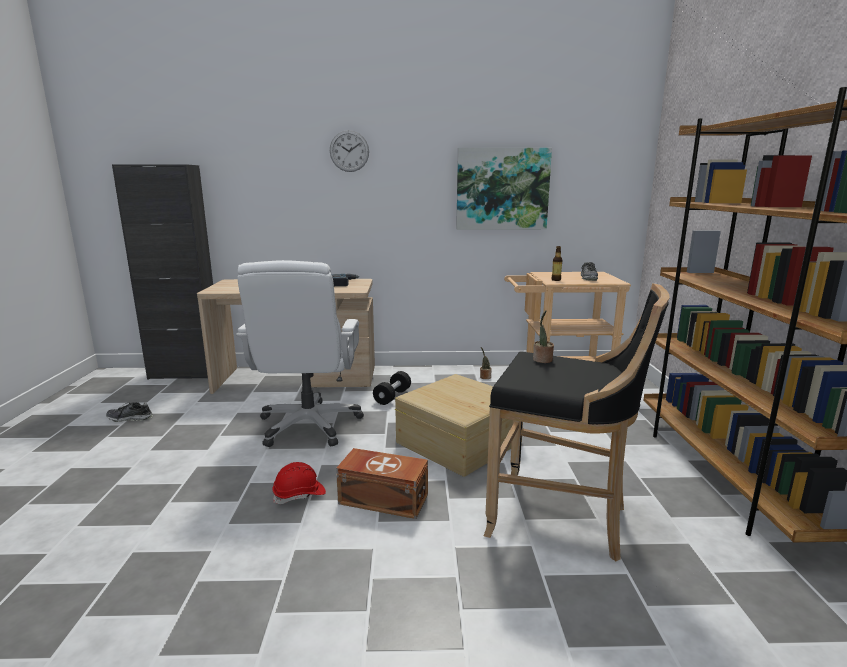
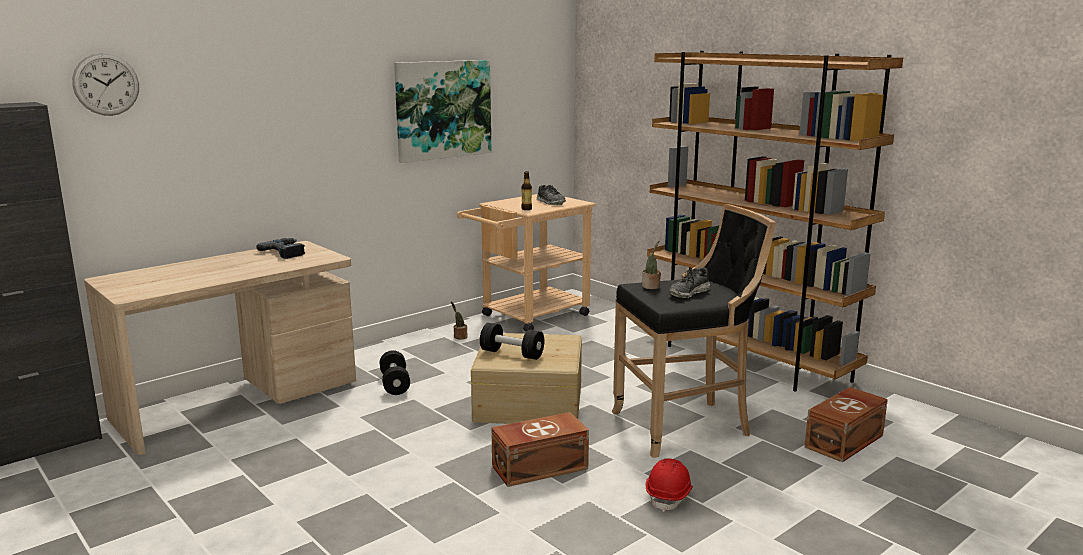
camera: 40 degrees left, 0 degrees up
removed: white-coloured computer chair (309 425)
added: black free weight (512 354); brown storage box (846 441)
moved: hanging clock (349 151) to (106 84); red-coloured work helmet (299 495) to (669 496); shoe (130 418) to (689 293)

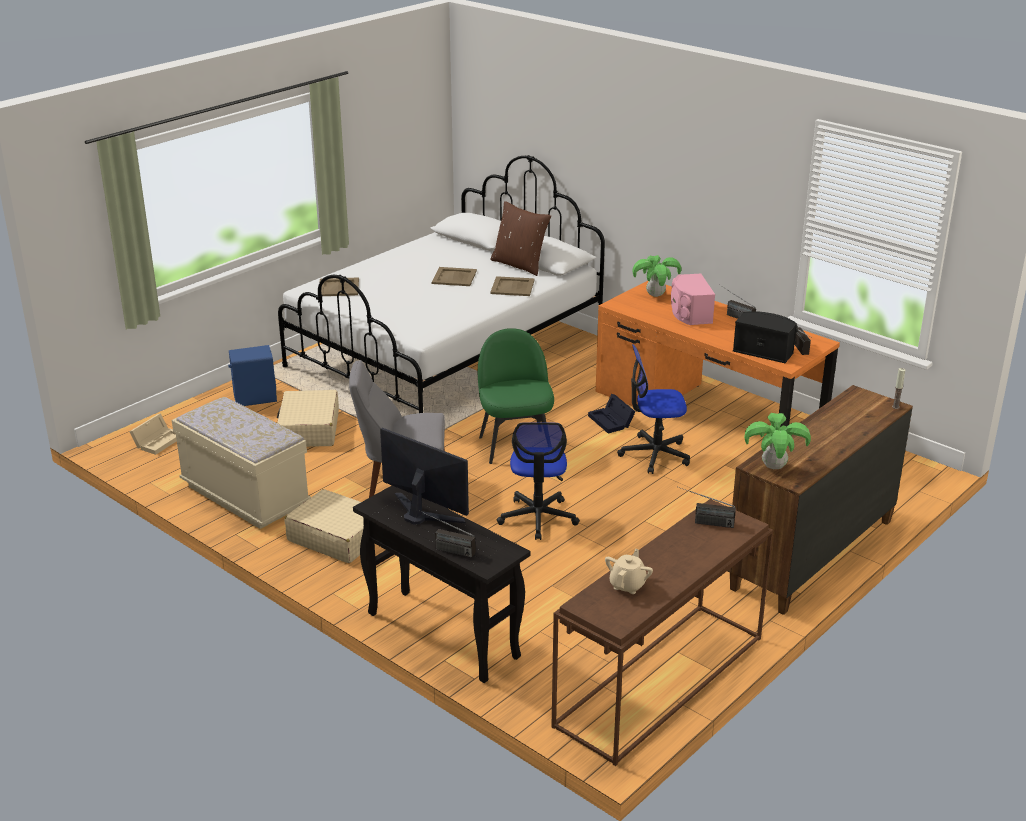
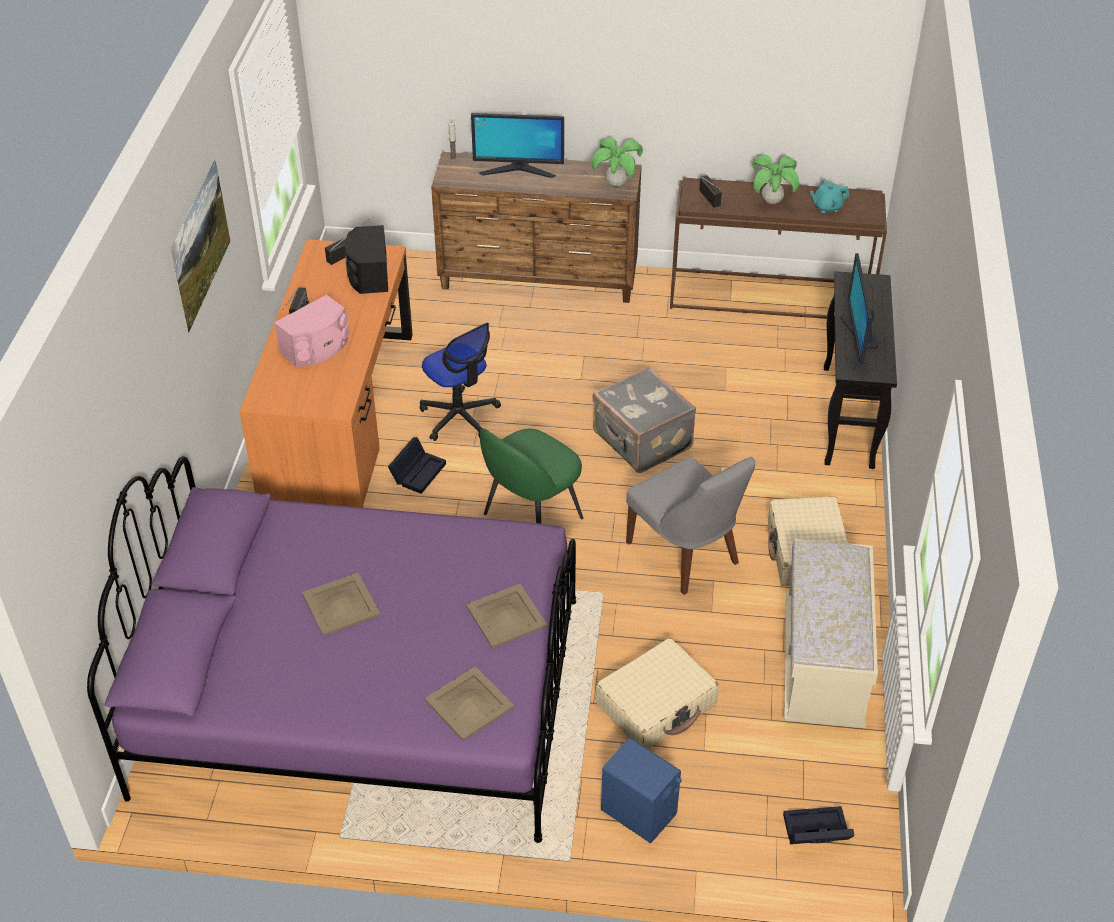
camera: 125 degrees left, 15 degrees up
removed: radio (445 549); brown cushion (520 265)
added: picture (206 265); monitor (518 170)
moved: beige carrying tray (513 286) to (505 616); potted plant (655 295) to (771 201)
replaced: computer chair (538 518) to grey piece of luggage (641 441)
recoloured: white-coloured bed (446 353) to purplish bed (362 695); beige storage box (158 441) to black storage box (814 832); beige teapot (627 585) to turquoise teapot (827 207)

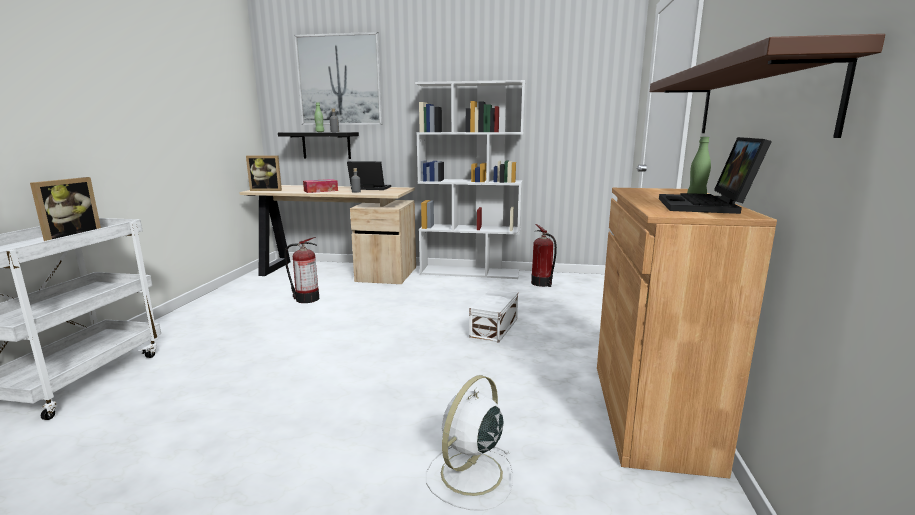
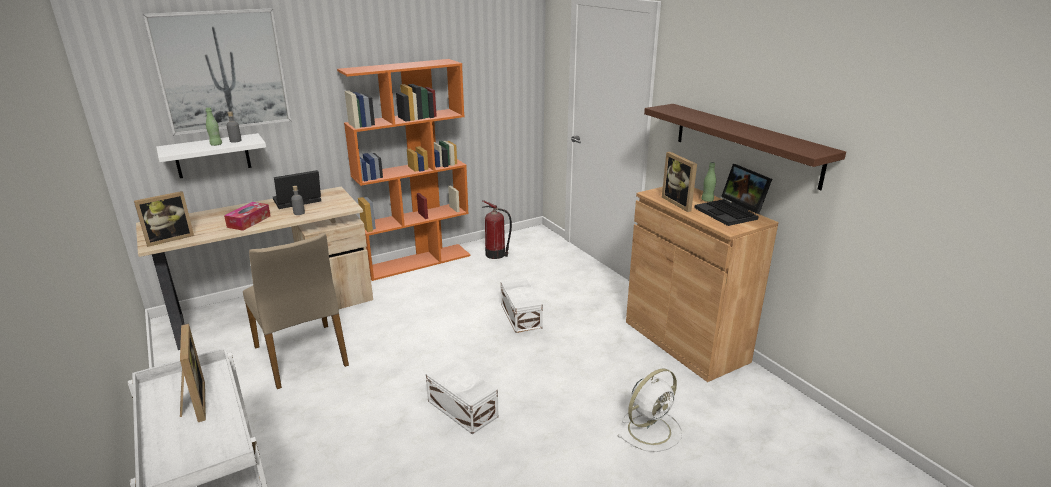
camera: 40 degrees left, 10 degrees up
added: white-coloured storage box (462 410); photo frame (680 203)
replaced: fire extinguisher (306 299) to beige chair (302 356)
recoloured: black shelf (326 145) to white-coloured shelf (212 156); white-coloured bookcase (470 272) to orange-coloured bookcase (417 261)
turned: white-coloured cooling fan (470 475) = (650 429) 120 degrees counterclockwise

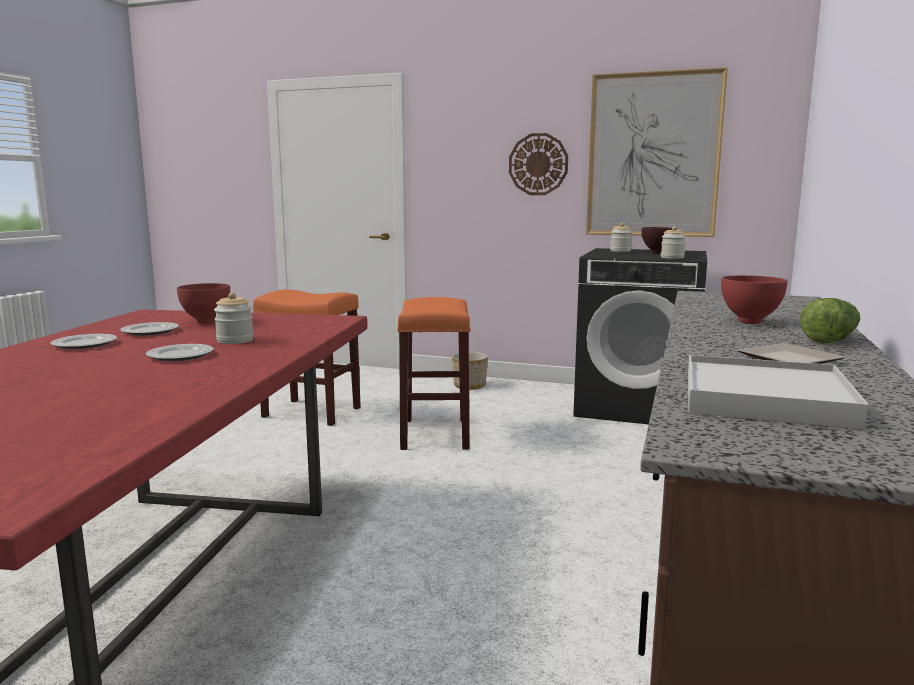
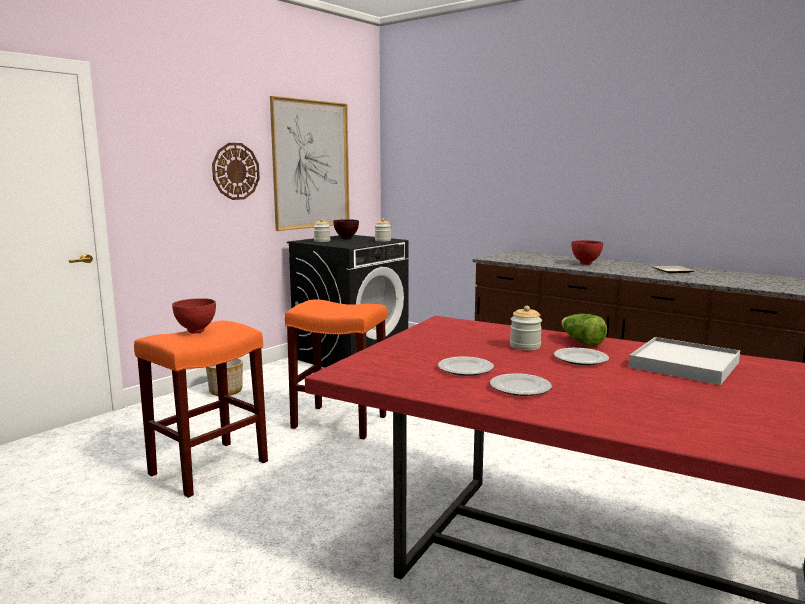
camera: 70 degrees left, 0 degrees up
moved: red-coloured serving bowl (207 322) to (196 331); lettuce (829 339) to (581 342); white-coloured carrying tray (764 398) to (684 365)

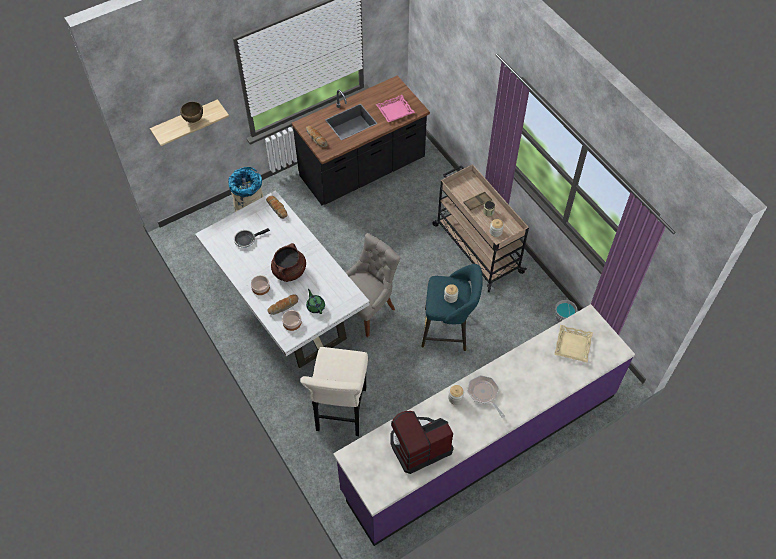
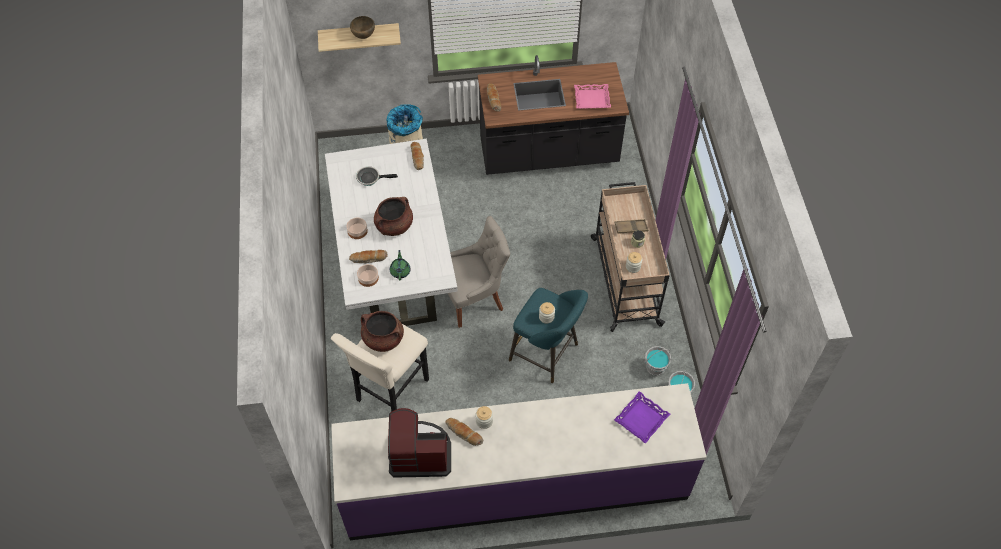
camera: 25 degrees right, 0 degrees up
removed: pan (484 394)
added: brown stockpot (383 339); baked bread (463 434); grey pail (655 367)
recoloured: beige carrying tray (572 345) to purplish carrying tray (641 419)

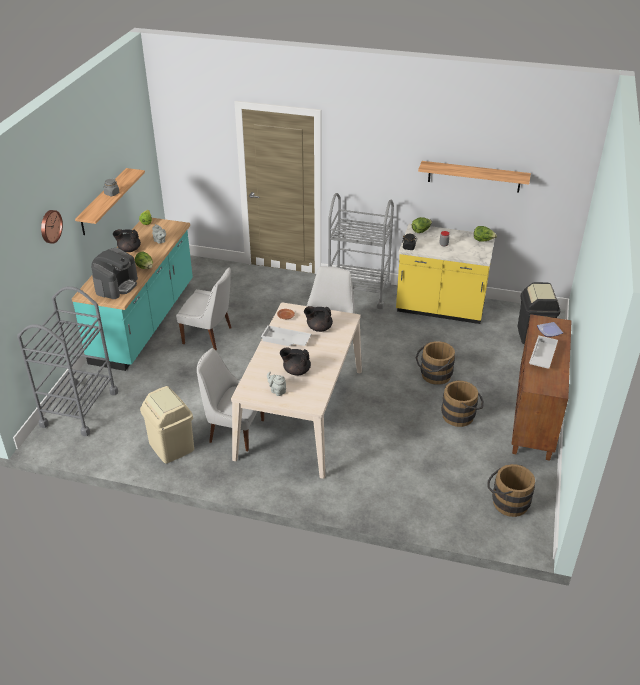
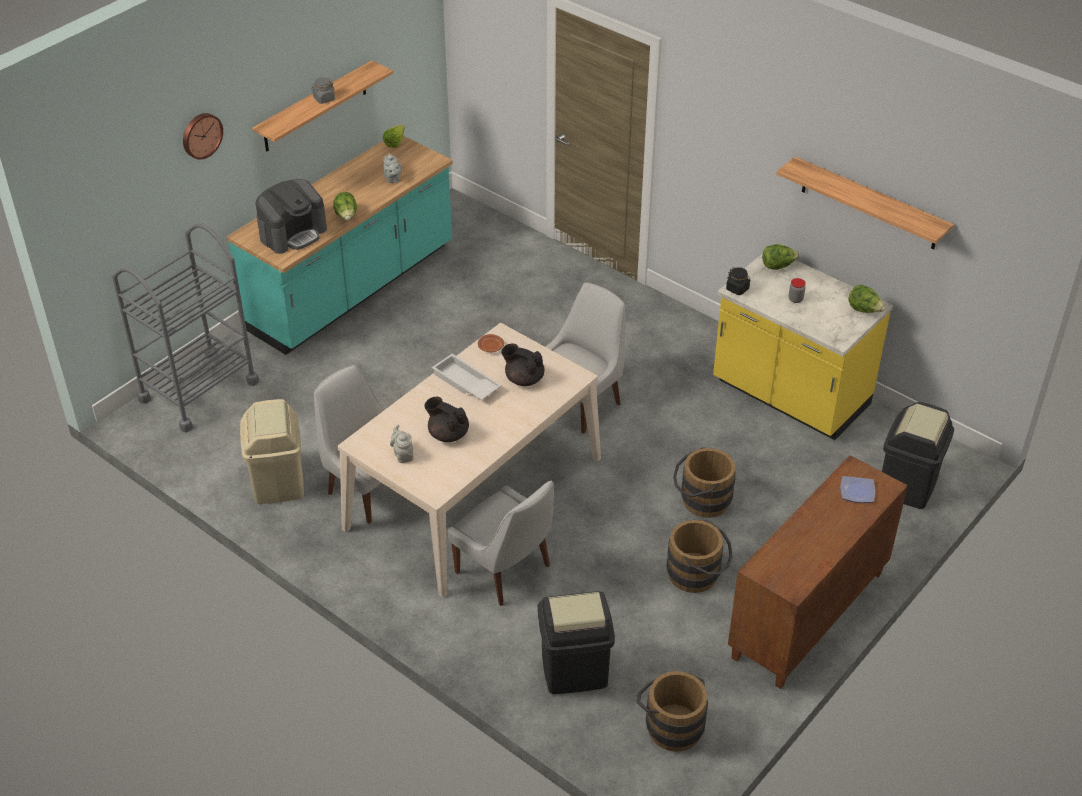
camera: 25 degrees right, 5 degrees up
removed: black teapot (129 249); grey cart (358 293); white-coloured carrying tray (542 355)
added: black rubbish bin (574 670)
moved: white-coloured chair (209 336) to (505 571)

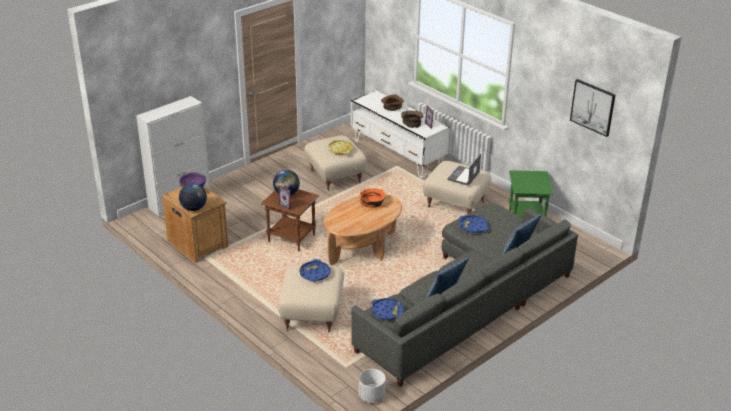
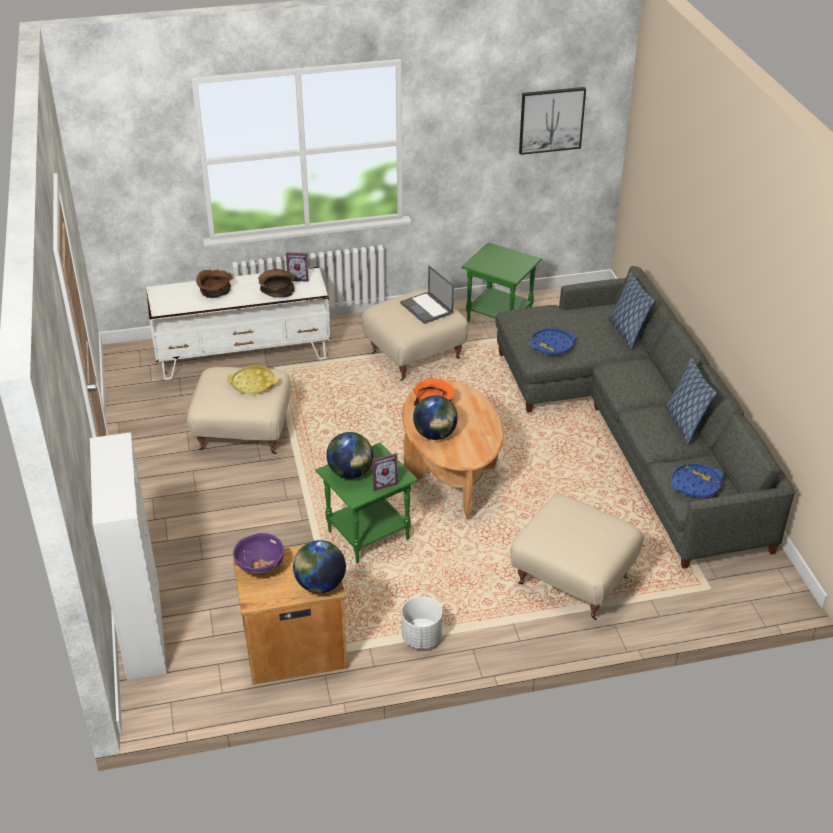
camera: 60 degrees left, 5 degrees up
removed: blue carrying tray (315 273)
added: globe (435 435)
moved: white-coloured planter (371 396) to (422 638)
recoloured: brown accent table (292 238) to greenish accent table (369 535)

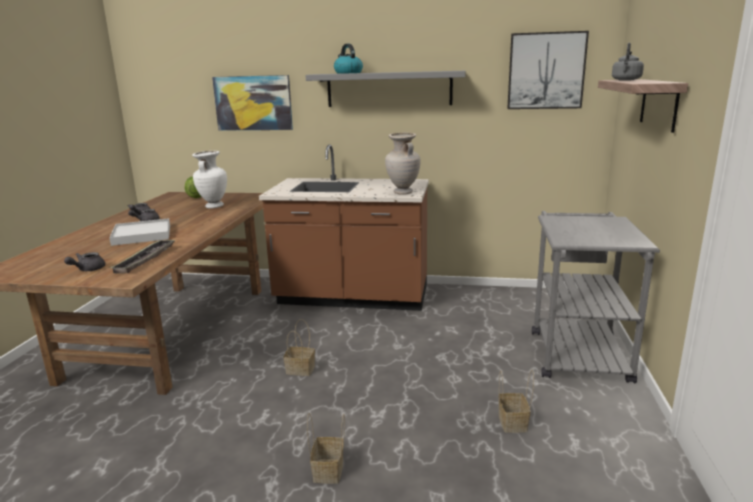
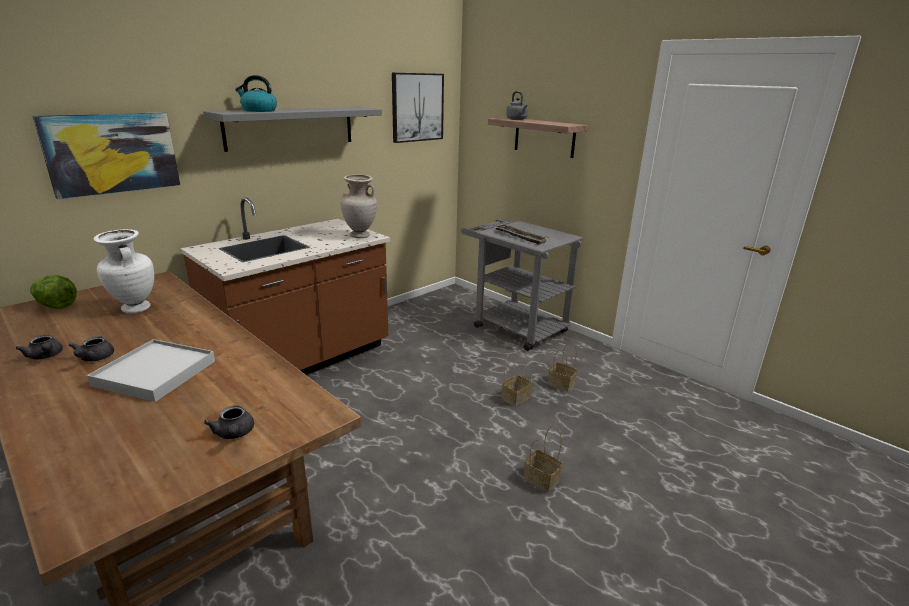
camera: 55 degrees left, 5 degrees up
moved: carrying tray (145 259) to (520 237); storage basket (301 369) to (516 398)

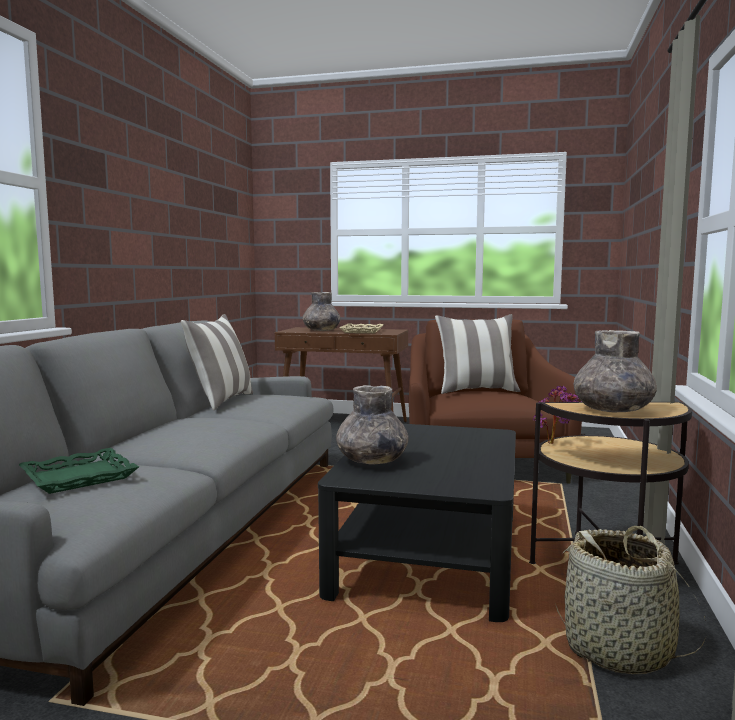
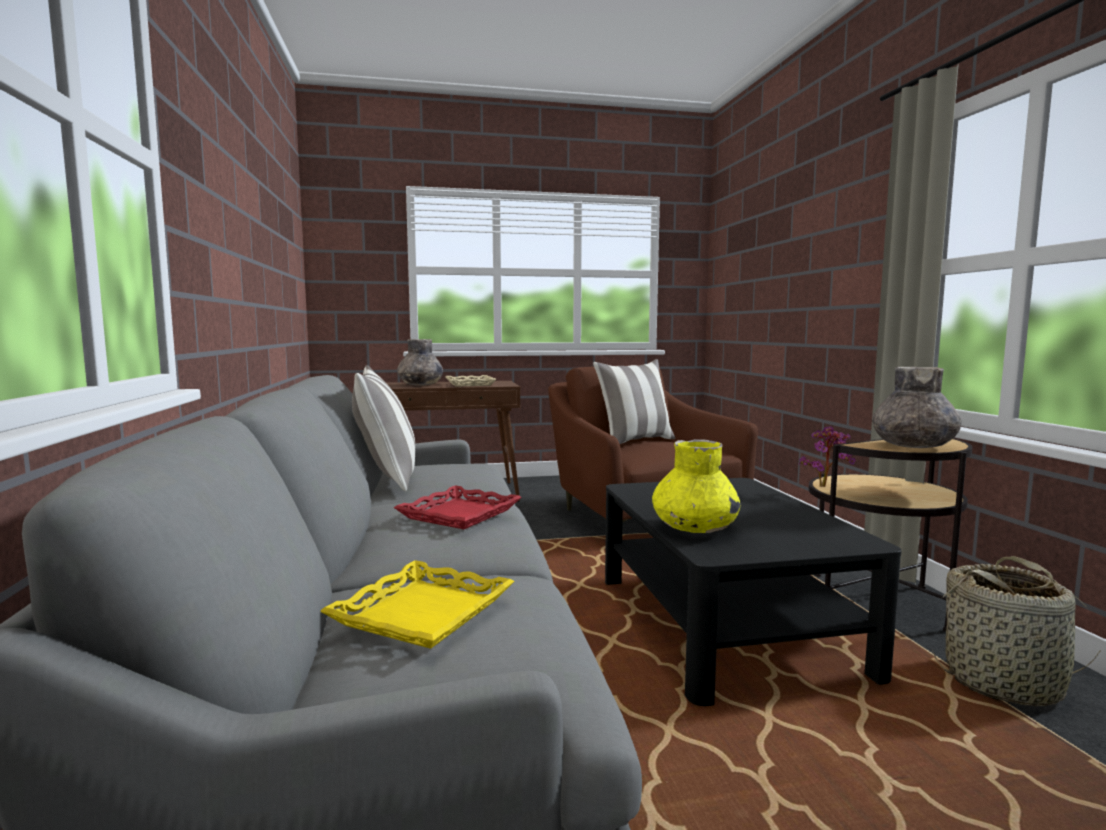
camera: 25 degrees left, 0 degrees up
added: red-coloured carrying tray (460 514)
recoloured: greenish carrying tray (79 477) to yellowish carrying tray (423 613); grey vase (371 461) to yellowish vase (694 528)

